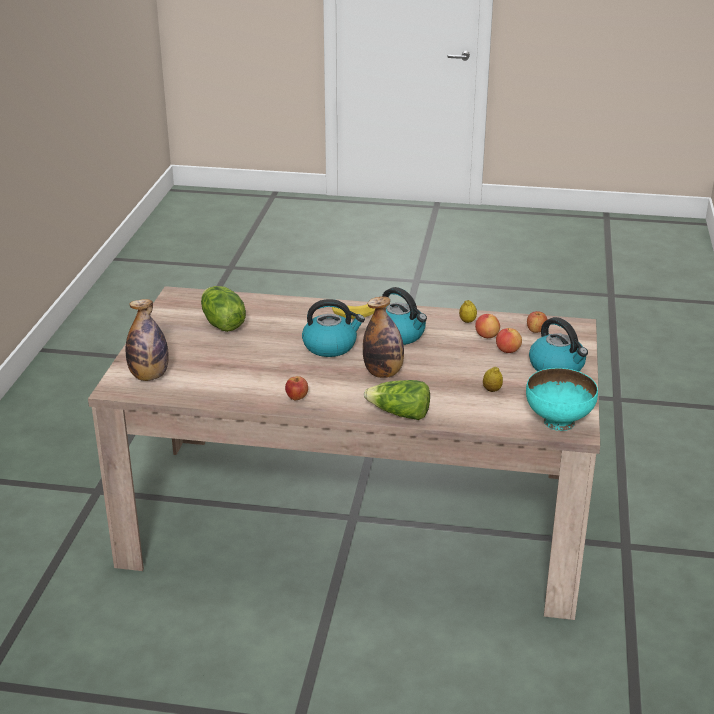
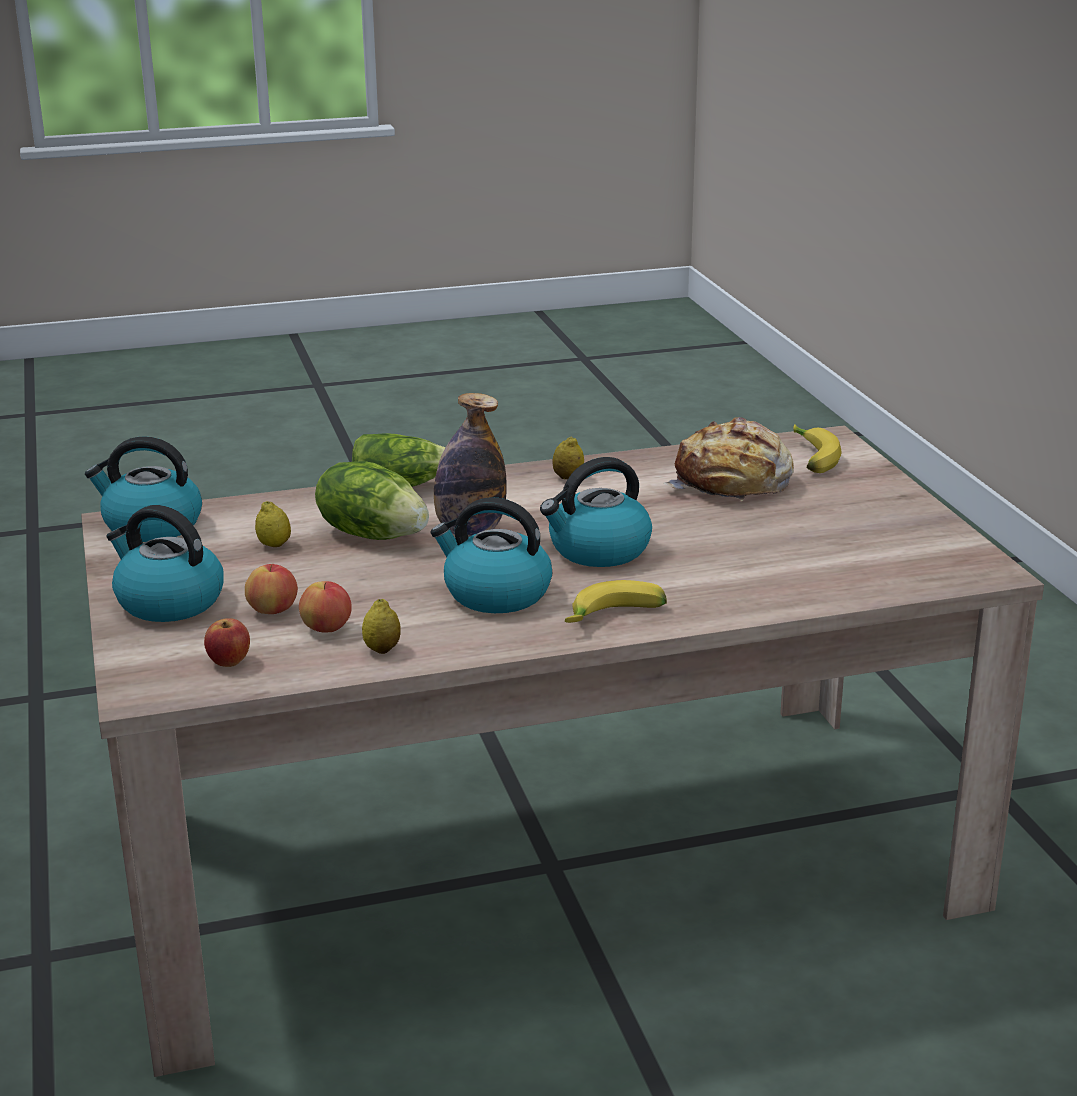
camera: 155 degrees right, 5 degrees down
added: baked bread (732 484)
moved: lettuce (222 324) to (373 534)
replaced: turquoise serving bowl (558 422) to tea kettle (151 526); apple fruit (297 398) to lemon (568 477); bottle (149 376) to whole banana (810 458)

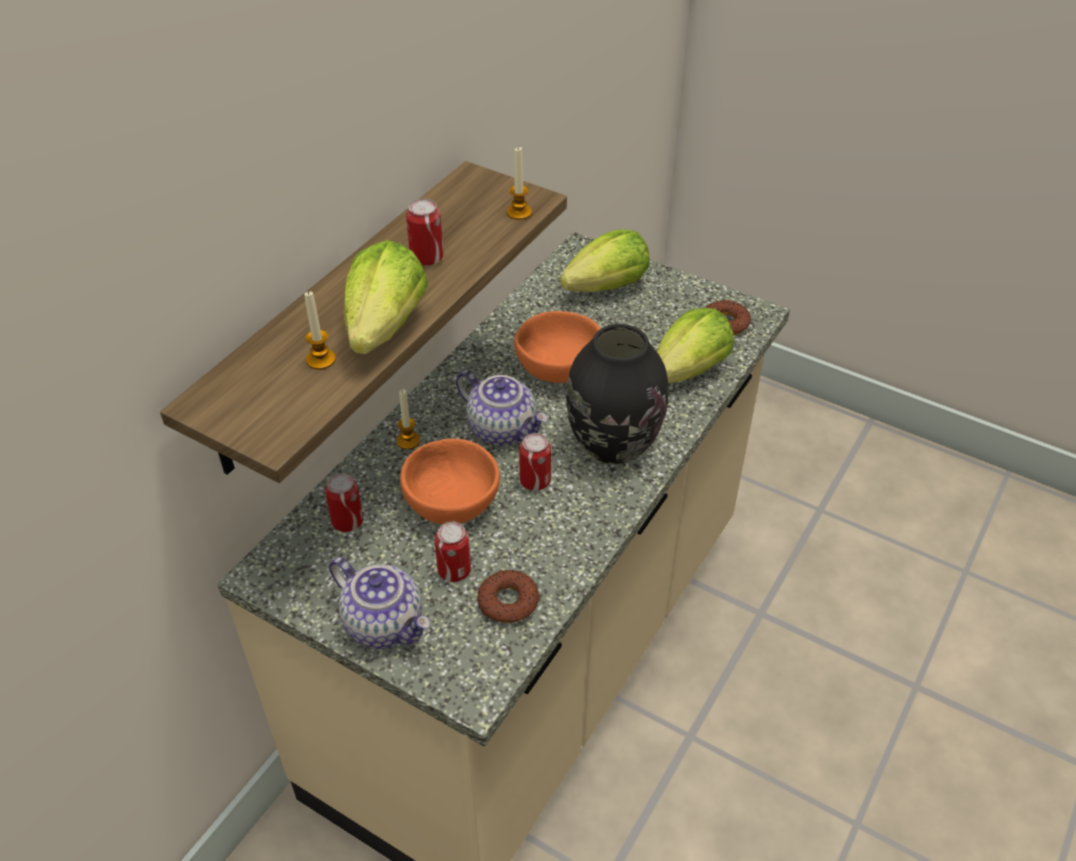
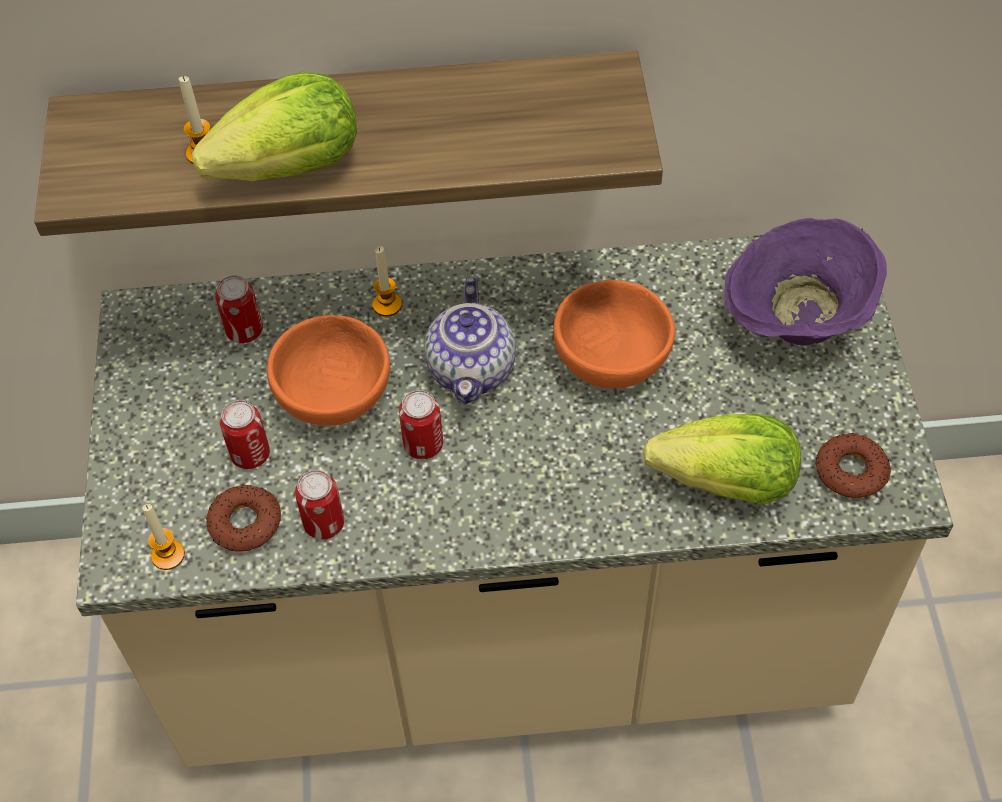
camera: 55 degrees right, 10 degrees up
removed: teapot (385 623); black vase (613 444)
moved: wax candle (519 212) to (168 555); can (427 258) to (324 523)
replaced: lettuce (608 287) to purplish serving bowl (795 319)

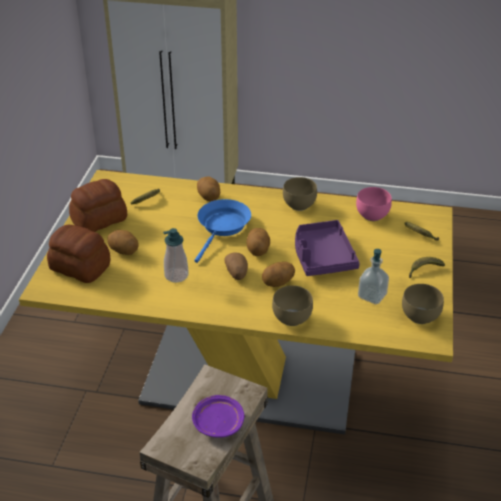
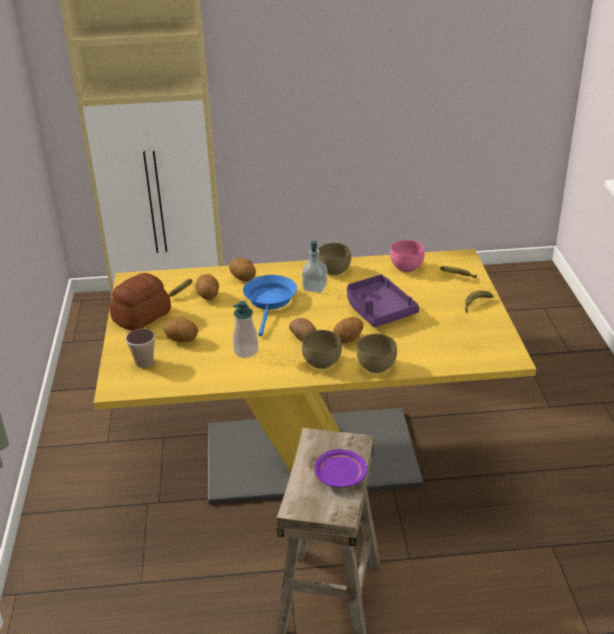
camera: 15 degrees left, 5 degrees down
moved: whole potato (258 251) to (208 296); soap dispenser (372 296) to (314 287); brown serving bowl (419 317) to (321 363)
replaced: baked bread (80 268) to cup (144 362)

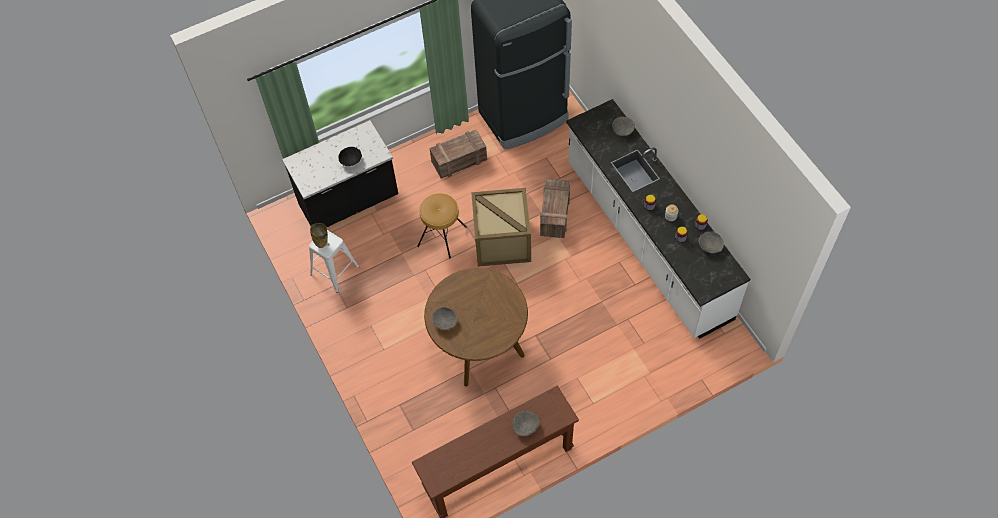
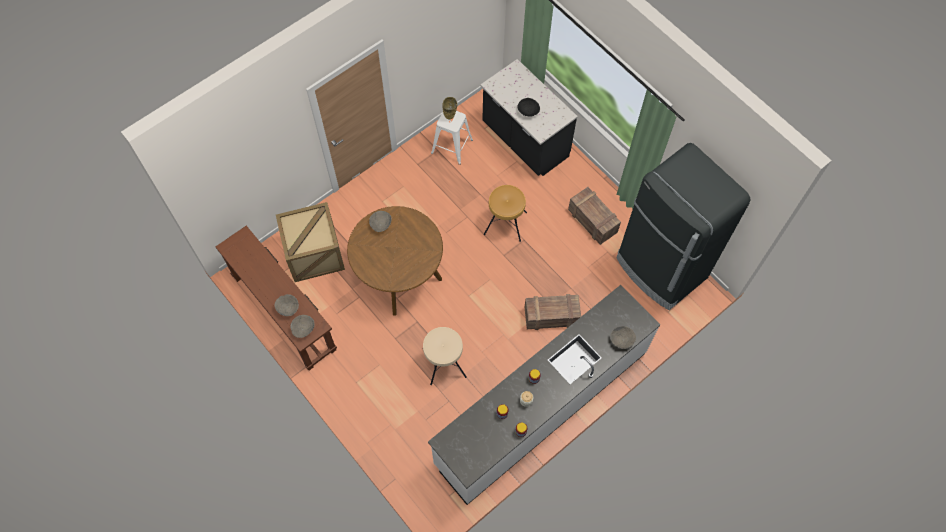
camera: 75 degrees right, 5 degrees up
added: beige stool (444 362)
moved: packing crate (501 242) to (313 253); grey serving bowl (710 246) to (303 329)

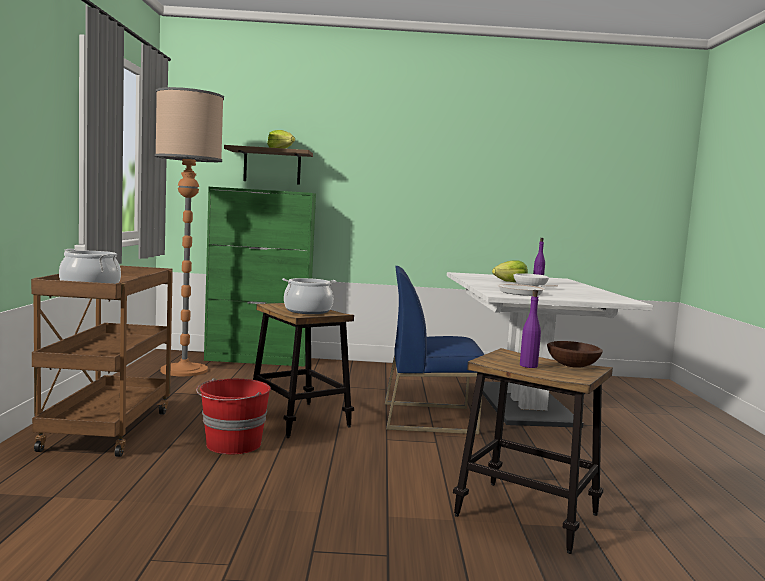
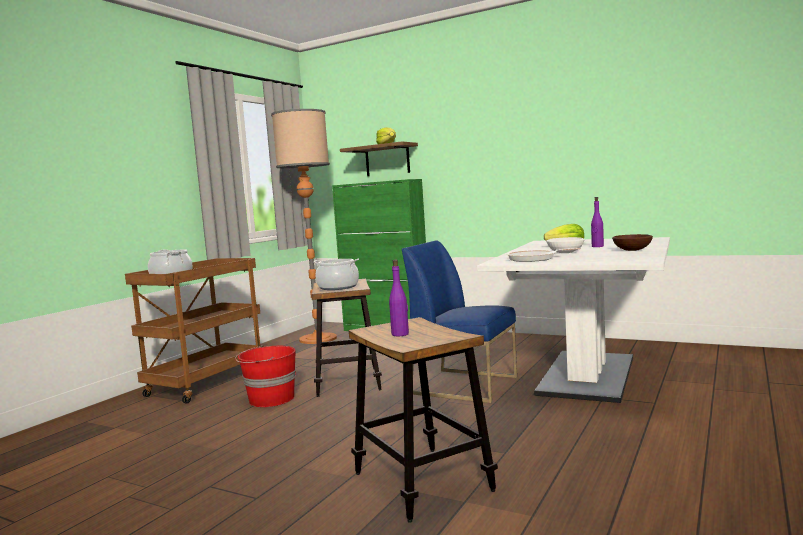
camera: 30 degrees right, 0 degrees up
moved: brown serving bowl (572 365) to (631 250)

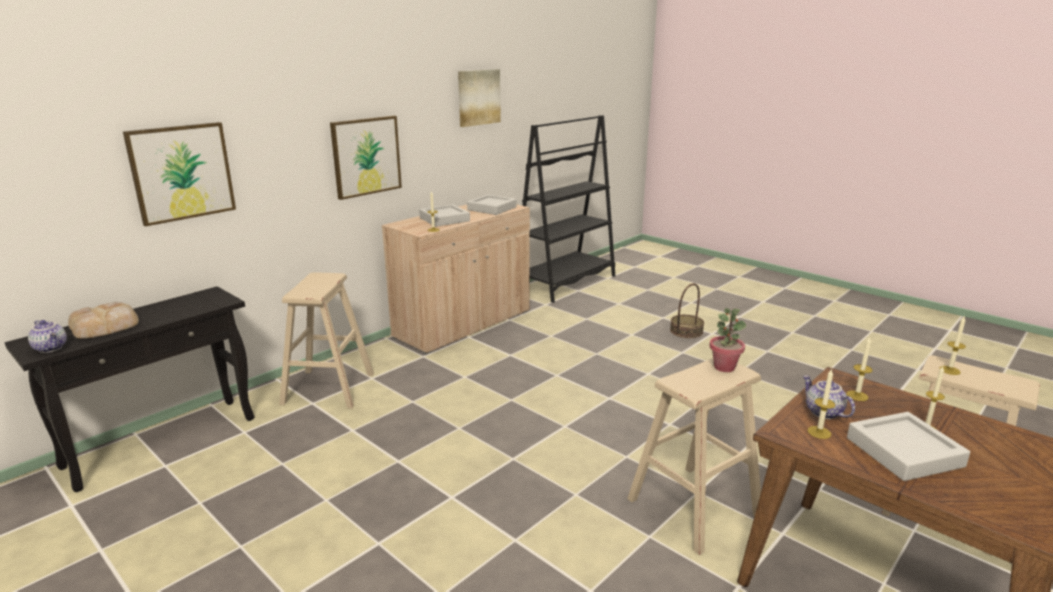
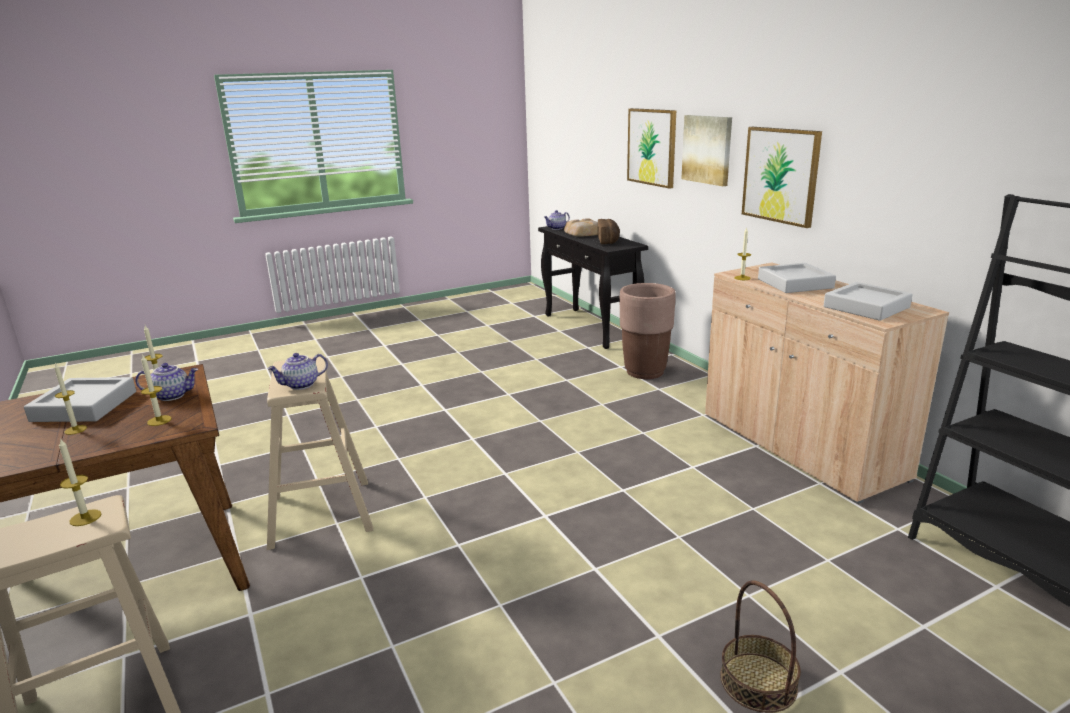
camera: 110 degrees right, 0 degrees up
added: baked bread (609 240)
moved: picture (478 97) to (707 149)
replaced: potted plant (724 367) to teapot (301 385); beige stool (328 388) to brown planter (645 372)

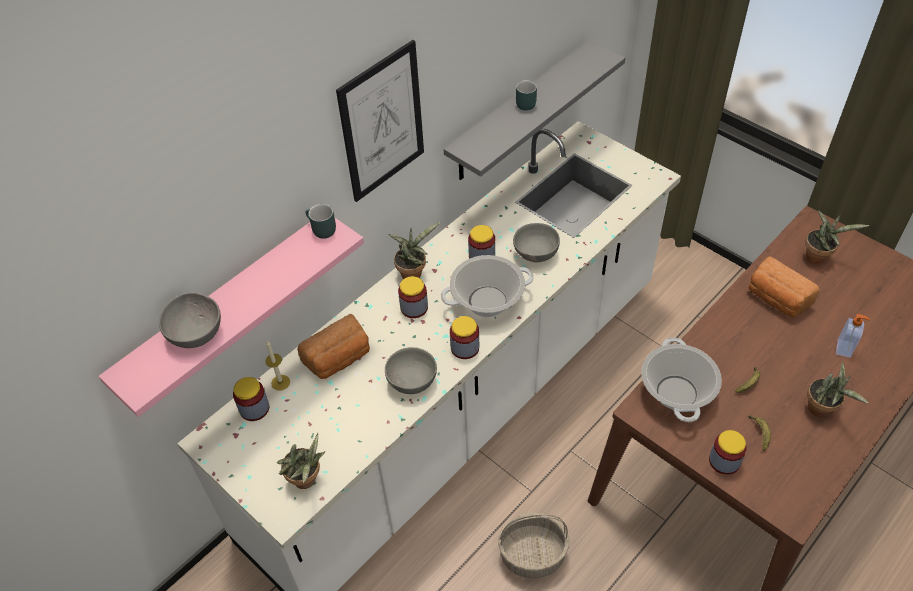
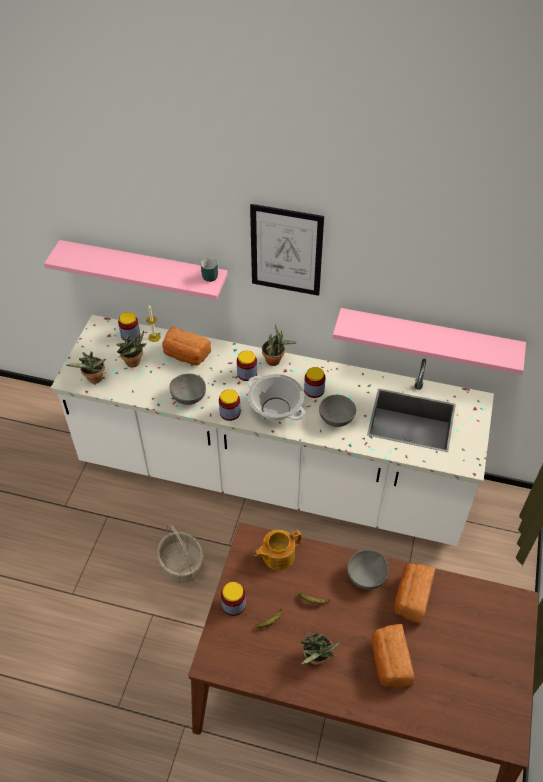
camera: 60 degrees right, 0 degrees up
removed: turquoise mug (523 103)
moved: potted plant (818 256) to (134 363); grey serving bowl (197 332) to (367 576)
replaced: stockpot (676 392) to teapot (277 555); soap dispenser (844 349) to baked bread (389 662)
recoloured: grey shelf (519 112) to pink-coloured shelf (428 339)

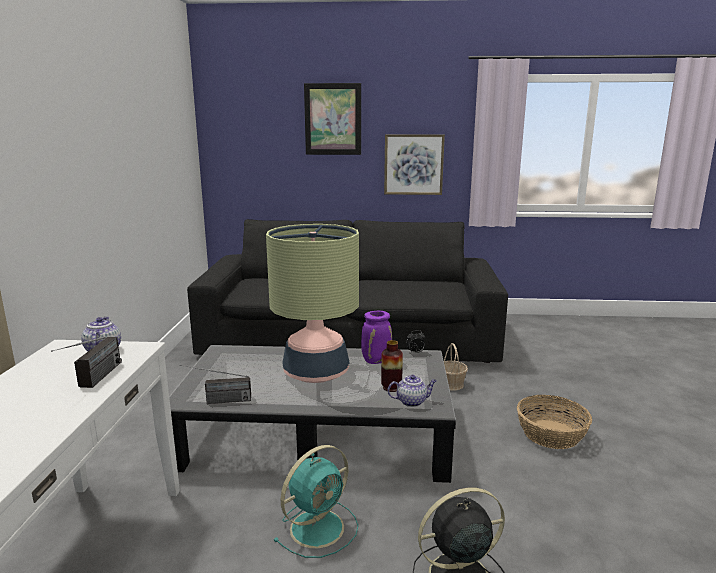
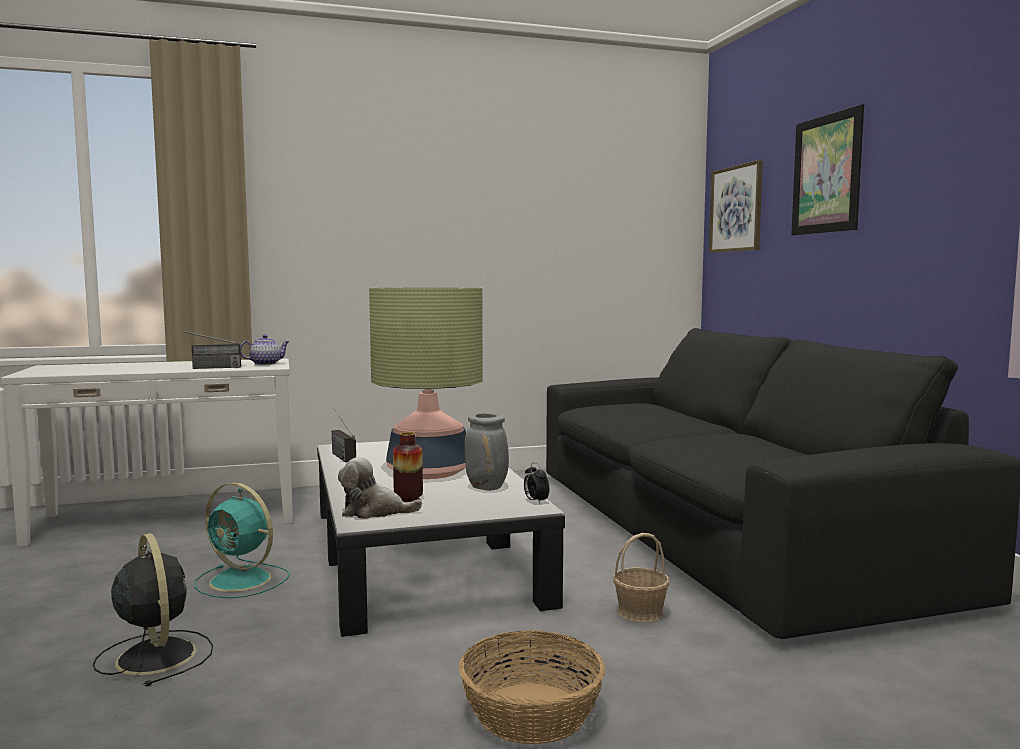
camera: 70 degrees right, 10 degrees down
moved: picture (413 164) to (736 209)
replaced: teapot (412 401) to cuddly toy (374 512)
recoloured: purplish vase (376 360) to grey vase (487 488)

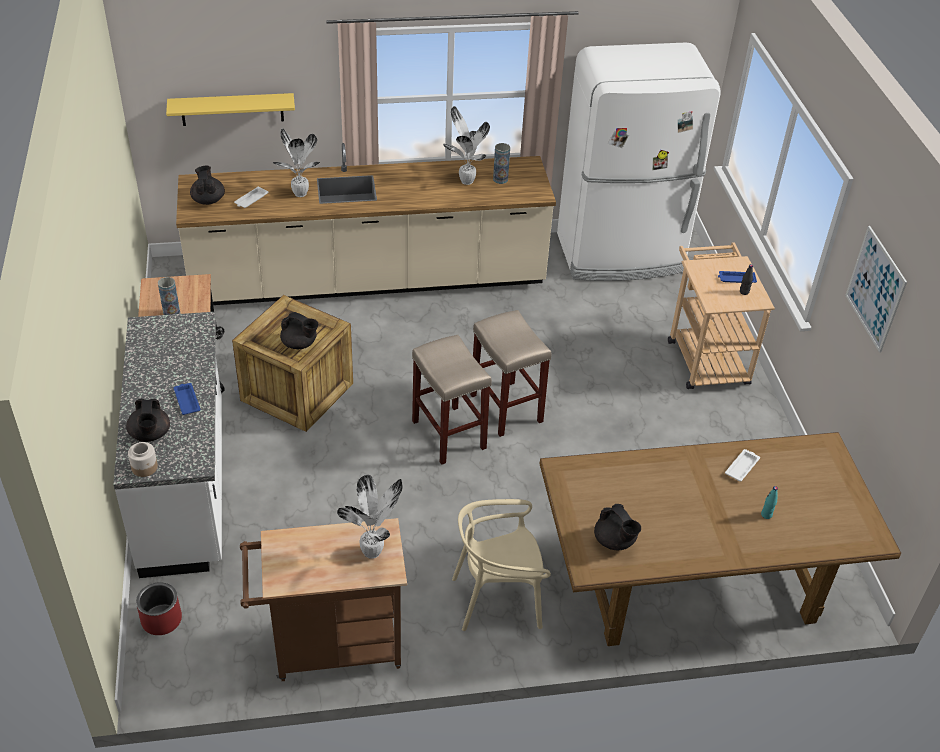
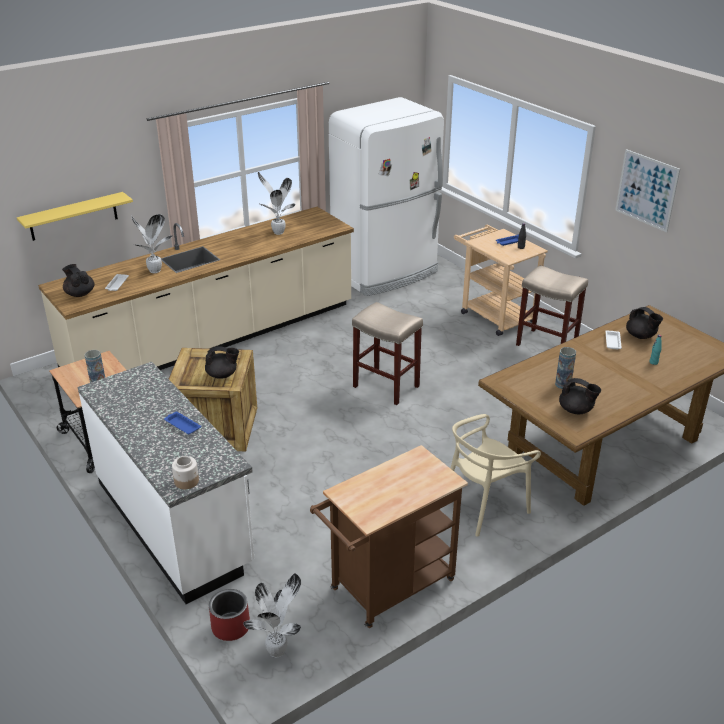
camera: 25 degrees left, 10 degrees down
moved: potted plant (374 552) to (278 651); beige stool (448 434) to (545 344); vase (500 179) to (563 384); black teapot (150 435) to (641 336)

